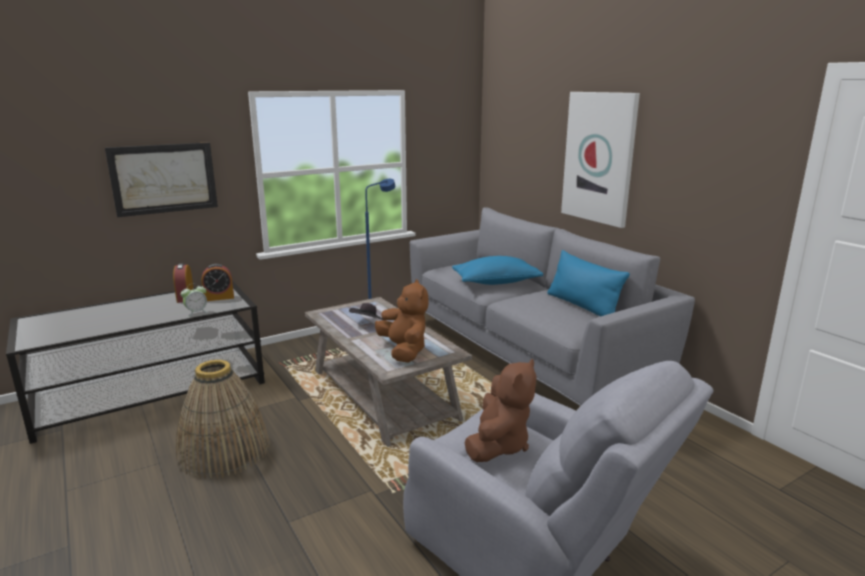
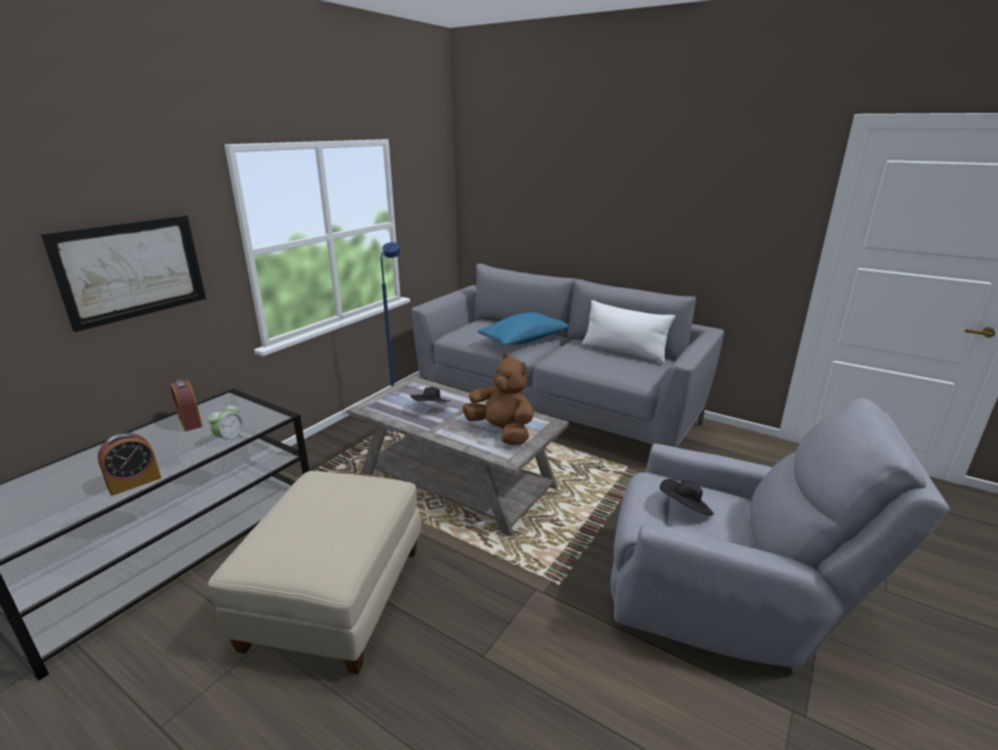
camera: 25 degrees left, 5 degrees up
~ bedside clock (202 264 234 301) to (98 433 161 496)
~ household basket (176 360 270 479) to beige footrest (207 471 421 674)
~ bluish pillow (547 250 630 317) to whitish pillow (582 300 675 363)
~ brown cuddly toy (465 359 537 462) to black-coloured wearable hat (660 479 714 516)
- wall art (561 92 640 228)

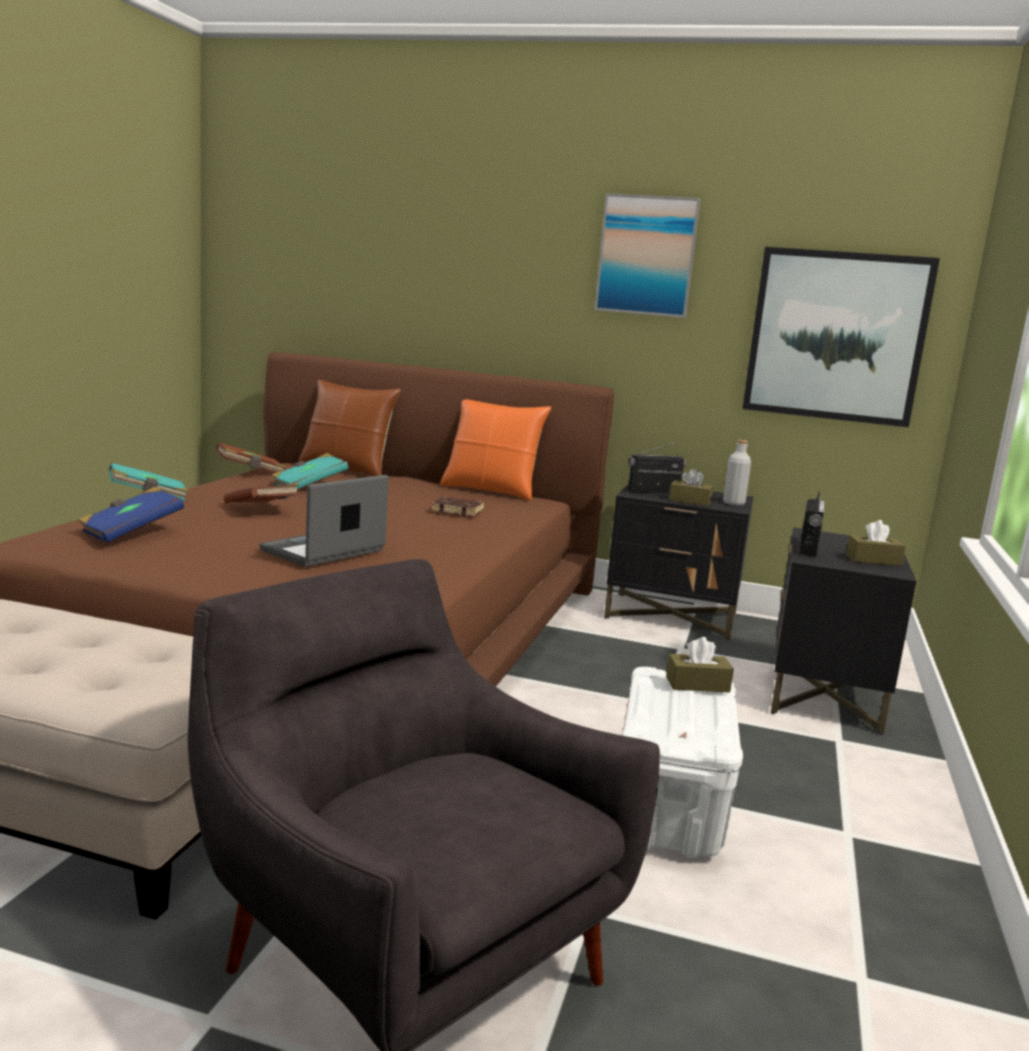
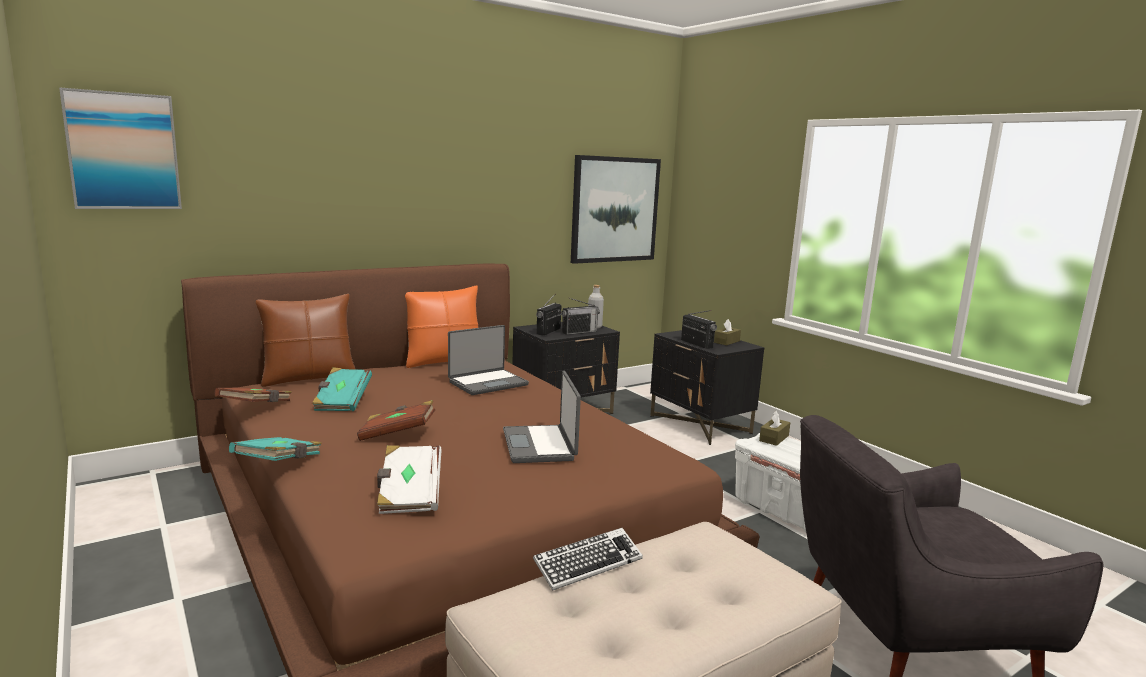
camera: 50 degrees left, 0 degrees up
~ wall art (594 193 701 318) to (59 87 182 209)
~ bluish volume (78 487 184 543) to whitish volume (377 445 442 514)
~ brown volume (431 496 484 516) to laptop (448 325 529 395)
+ computer keyboard (533 528 643 591)
~ brown tissue box (669 469 713 506) to radio receiver (561 298 600 335)

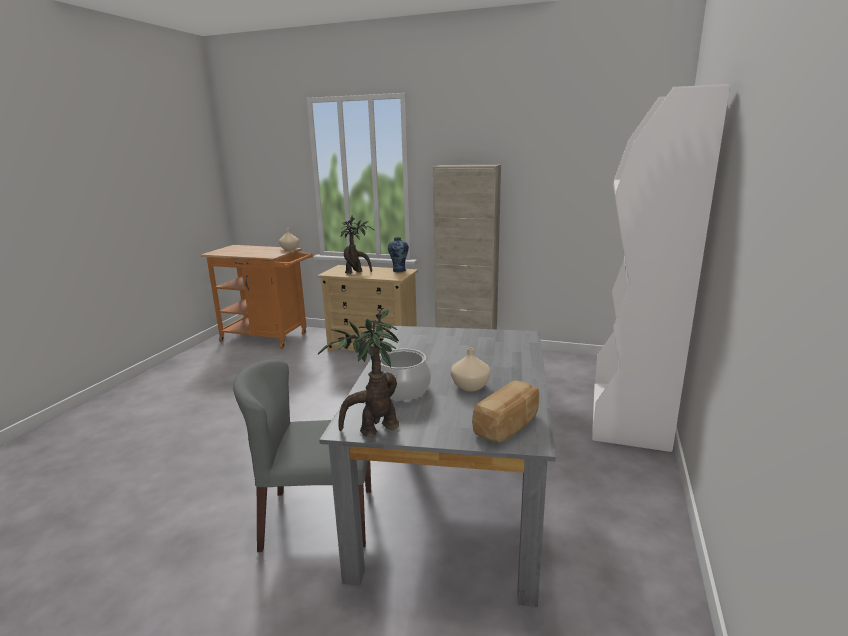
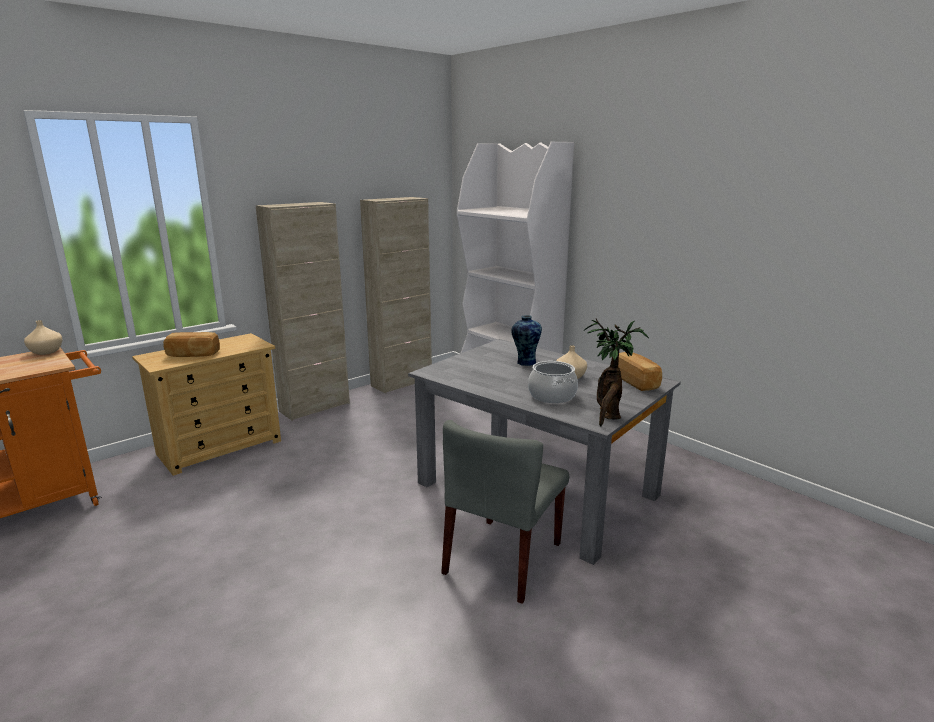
camera: 60 degrees left, 0 degrees up
~ potted plant (341 215 375 274) to bread (163 332 220 357)
+ beige cabinet (360 197 432 393)
~ decorative vase (388 237 409 272) to (511 315 542 366)

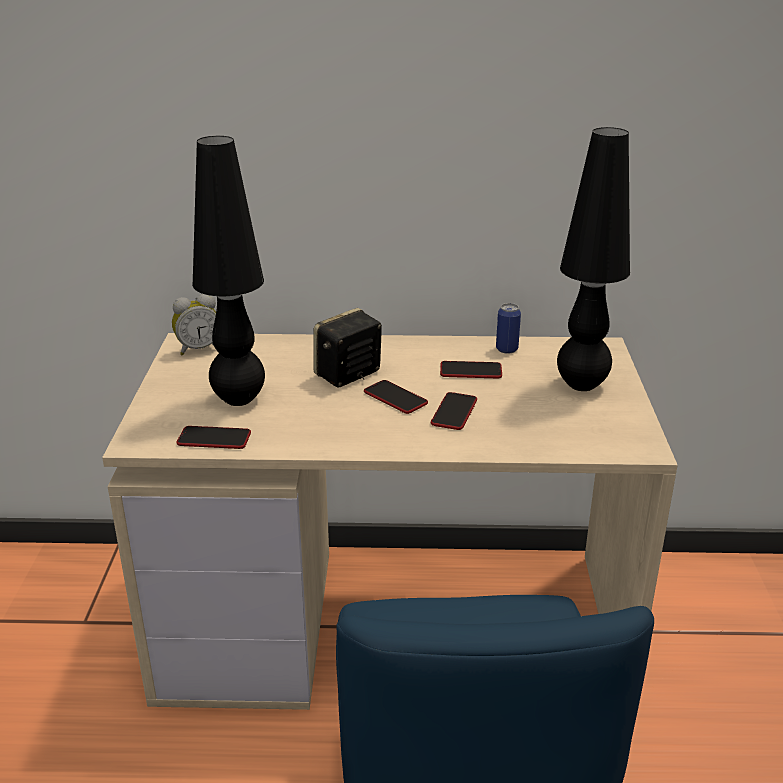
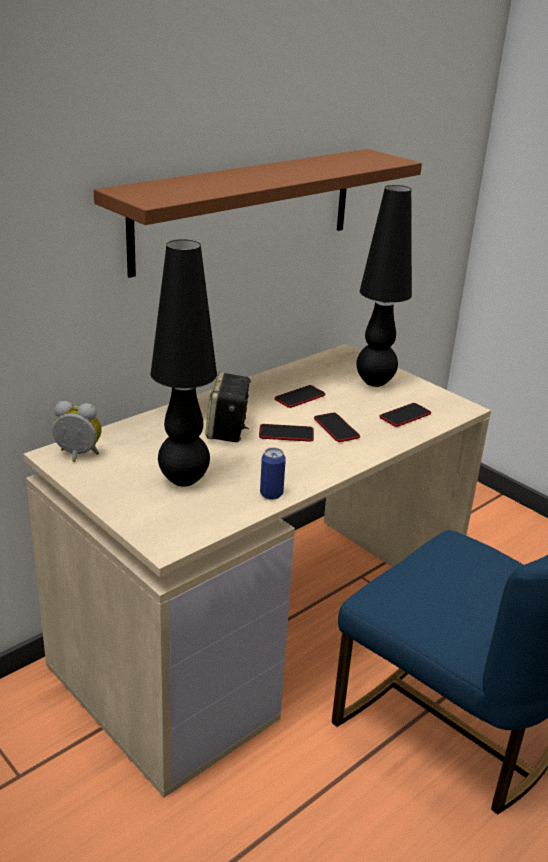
camera: 45 degrees left, 0 degrees up
~ bedside clock (172 294 216 356) = (52 401 102 462) 105 degrees counterclockwise
+ brown wall shelf (94 149 422 278)
~ can (496 303 521 354) to (260 447 286 500)
~ handset (176 426 251 449) to (380 403 431 427)

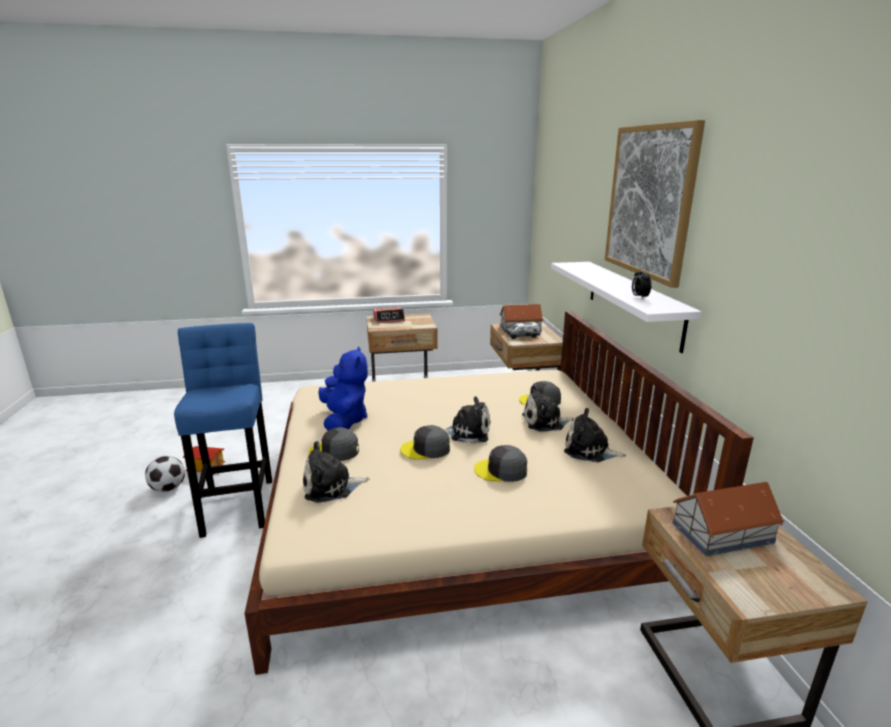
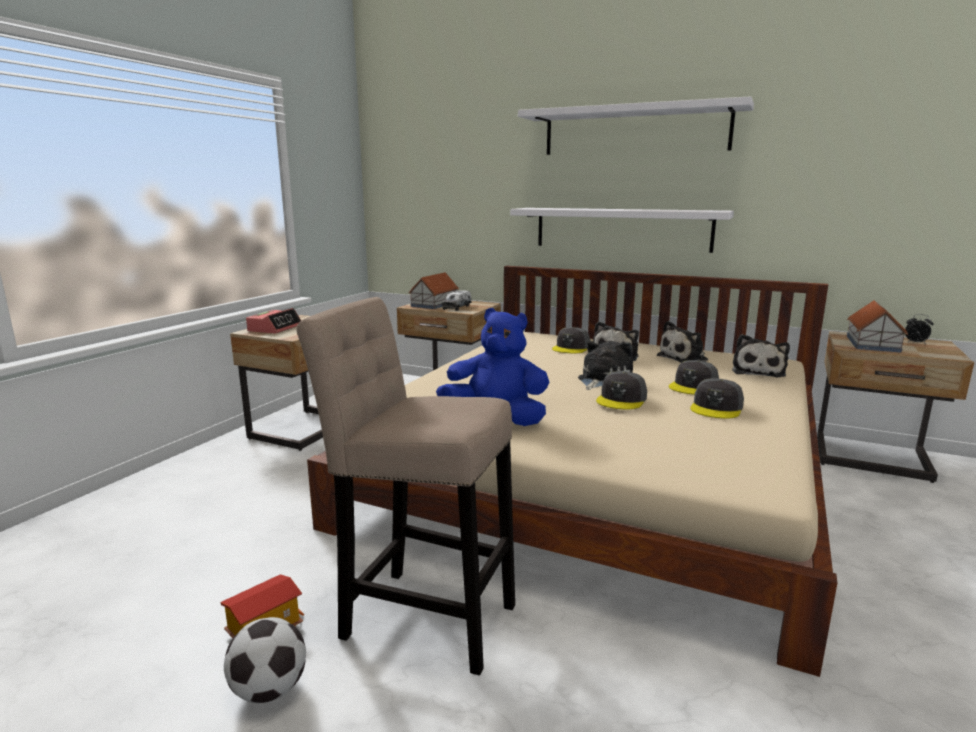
camera: 55 degrees left, 5 degrees down
~ bluish stool (174 323 272 538) to beige stool (297 297 515 675)
~ wall art (605 120 705 288) to whitish wall shelf (518 96 754 155)
~ greyish peaked cap (308 428 359 461) to (690 378 744 419)
~ cuddly toy (303 441 370 503) to (732 334 790 377)
~ bedside clock (632 268 651 297) to (905 314 934 344)

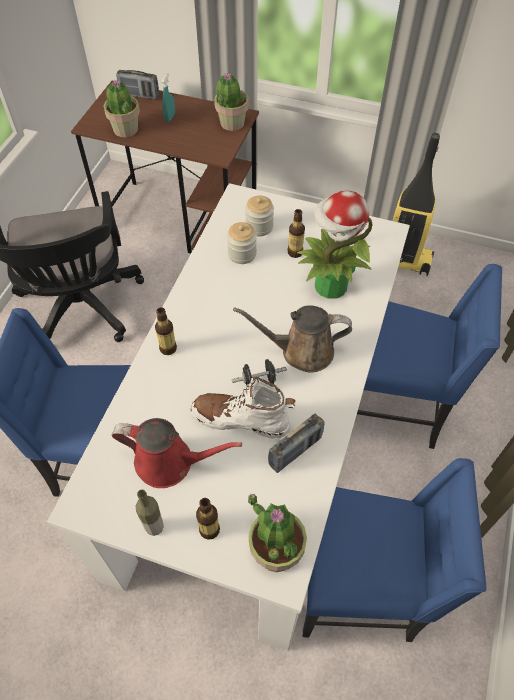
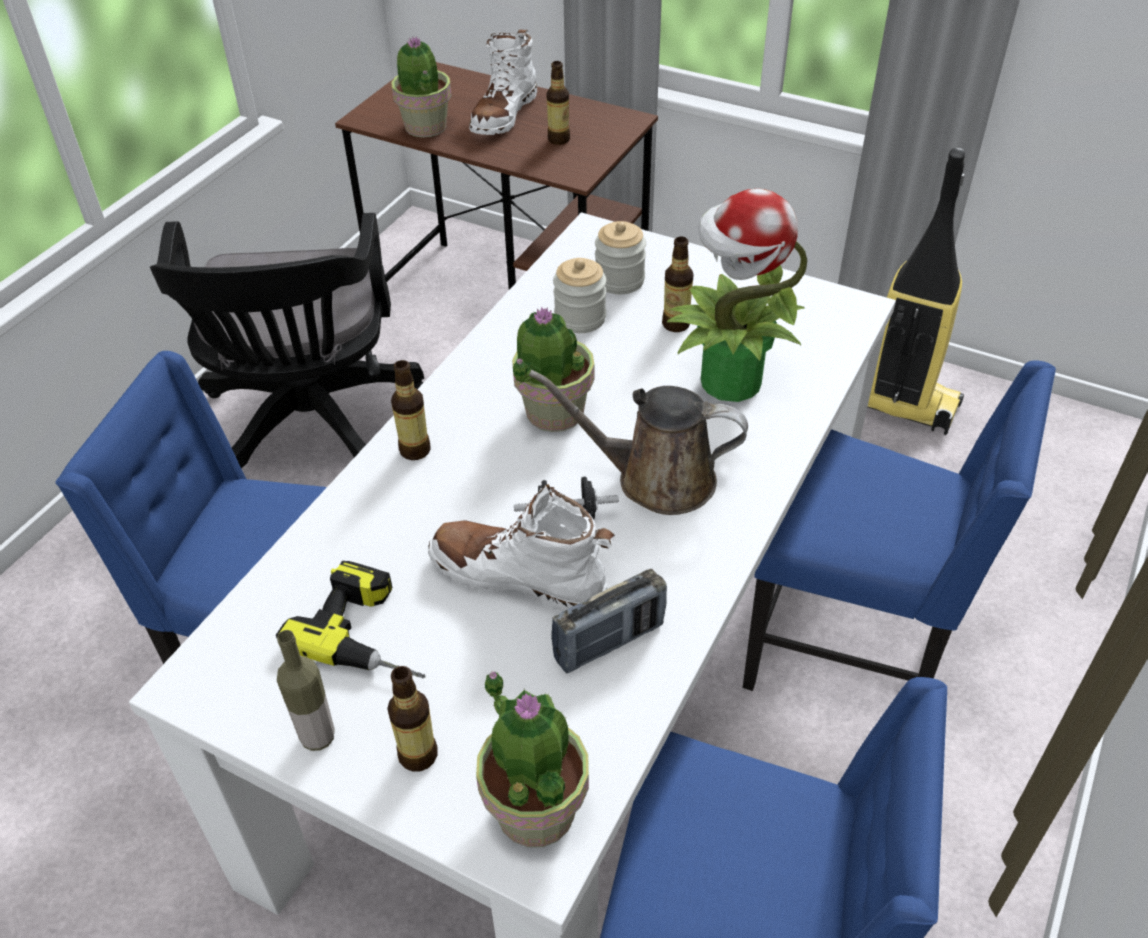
camera: 10 degrees right, 10 degrees down
~ reddish watering pot (112 418 242 488) to electric drill (276 561 426 679)
~ blue-green hand sprayer (162 73 175 122) to whitish tall boot (469 29 538 135)
~ potted plant (214 73 249 131) to (512 307 594 432)
+ drink bottle (546 61 570 145)
- radio receiver (116 70 159 99)

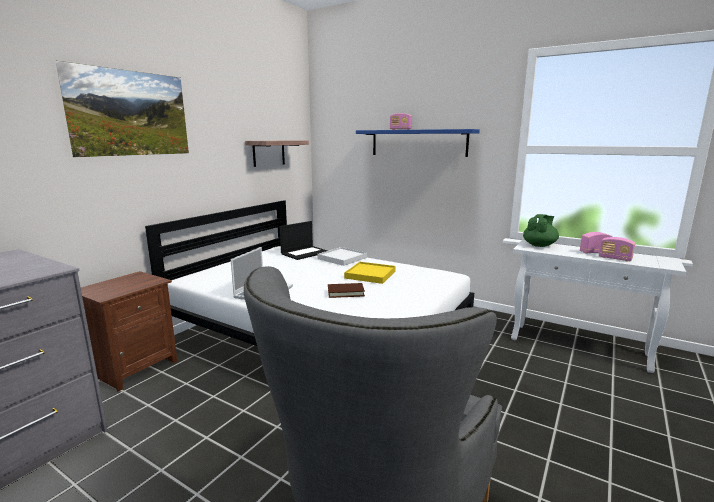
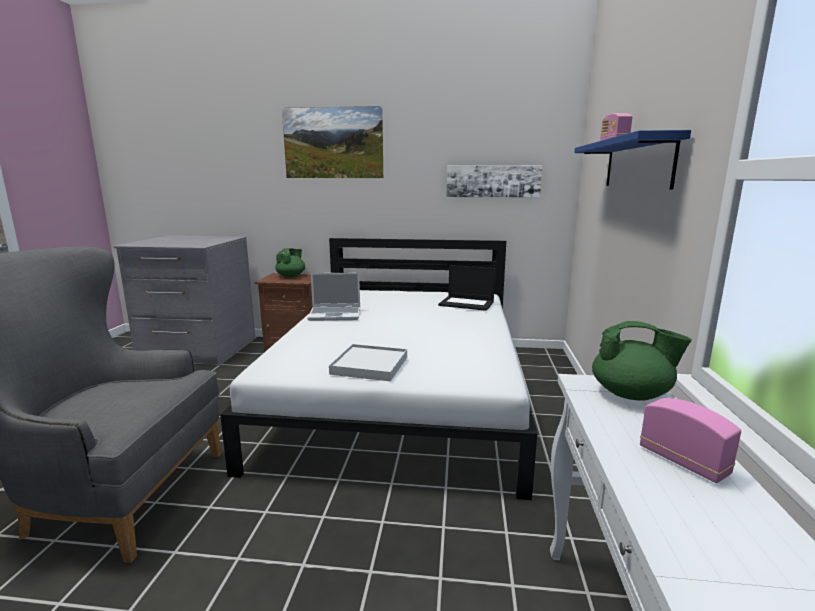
camera: 65 degrees right, 0 degrees up
+ greenish pot for tea (275 248 305 277)
~ whitish serving tray (317 247 367 266) to (329 344 407 381)
~ wall shelf (245 141 309 167) to wall art (446 165 542 198)
- brown volume (328 283 365 298)
- yellow-coloured serving tray (344 262 396 284)
- radio receiver (599 237 635 261)

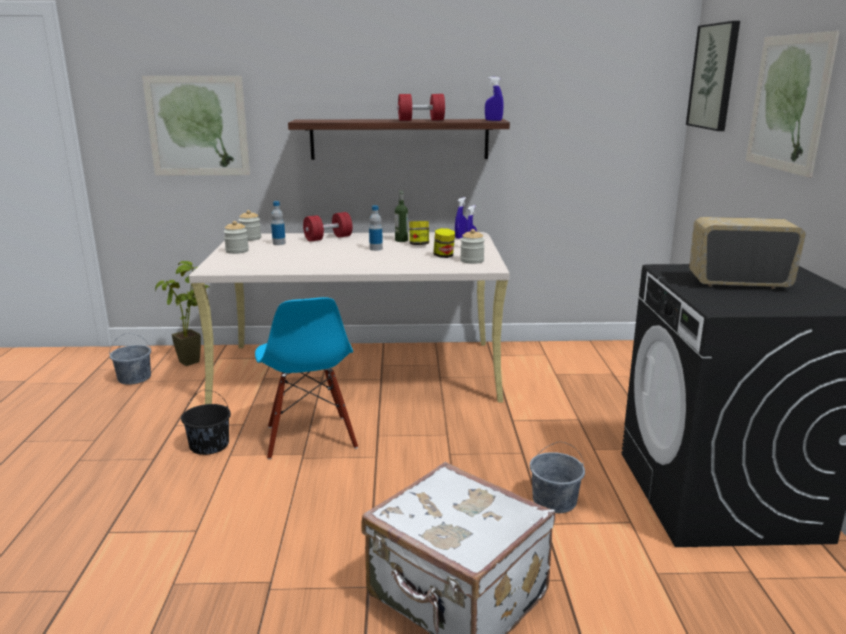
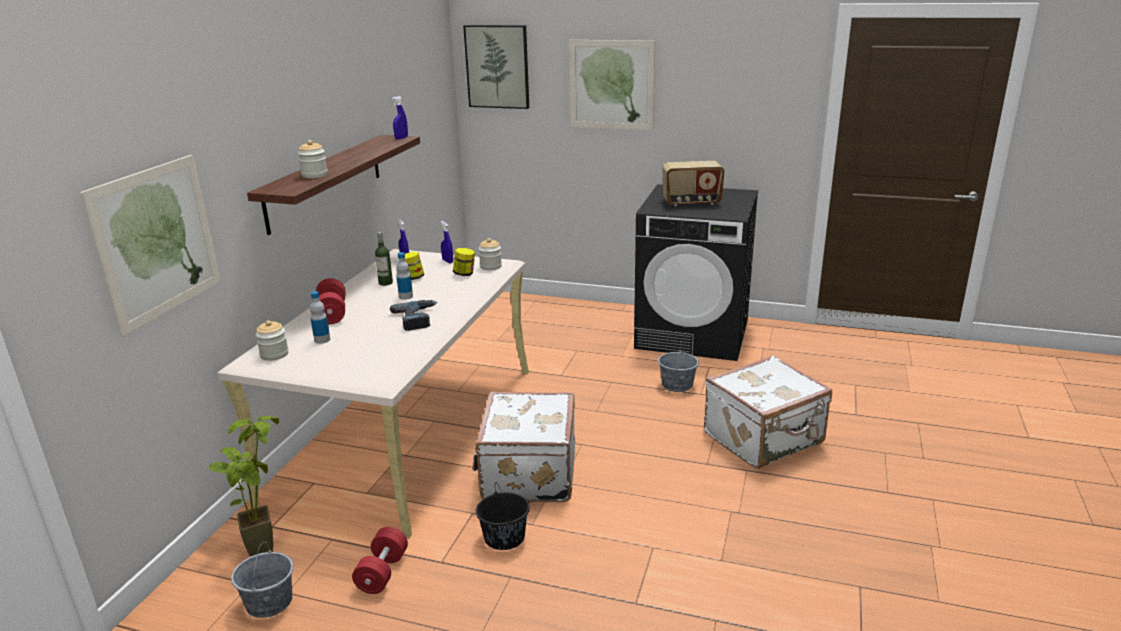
camera: 70 degrees left, 5 degrees up
~ storage jar (224 221 249 254) to (298 140 328 178)
~ reddish dumbbell (397 94 445 121) to (352 527 408 594)
+ electric drill (390 300 438 331)
~ bluish chair (255 297 358 459) to whitish travel case (473 392 575 502)
~ radio receiver (689 217 806 289) = (662 161 725 206) 120 degrees counterclockwise

